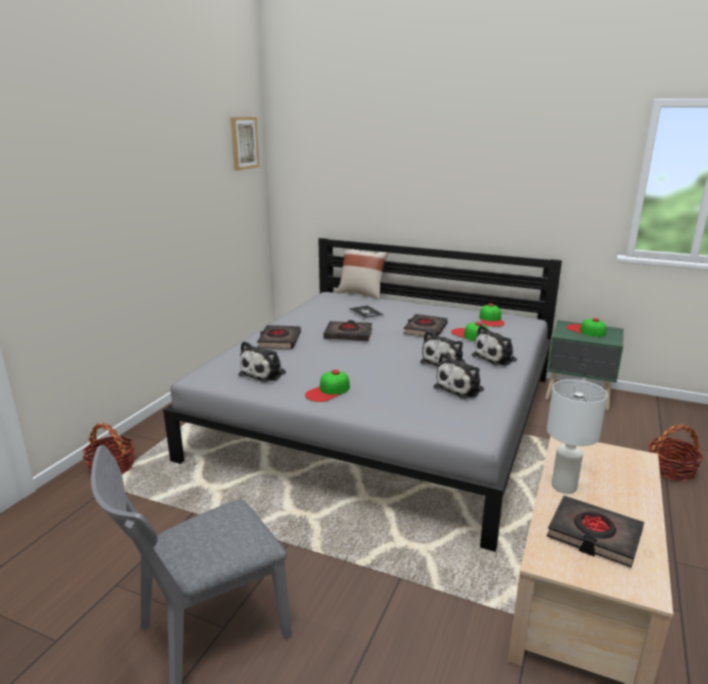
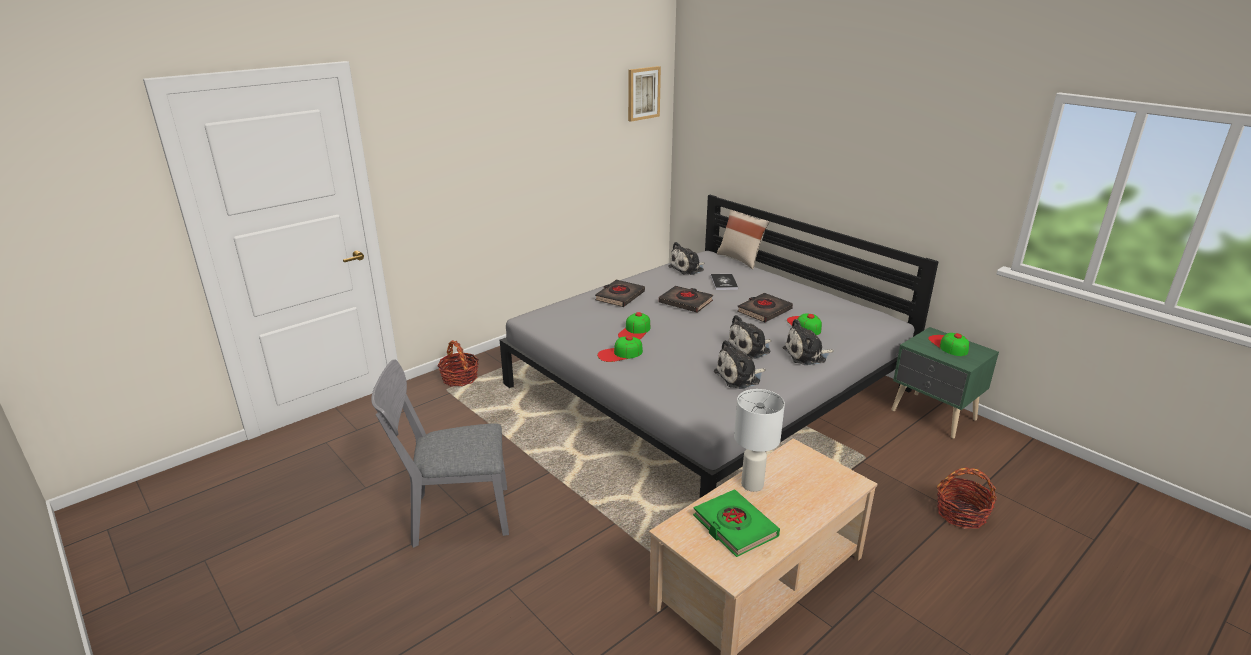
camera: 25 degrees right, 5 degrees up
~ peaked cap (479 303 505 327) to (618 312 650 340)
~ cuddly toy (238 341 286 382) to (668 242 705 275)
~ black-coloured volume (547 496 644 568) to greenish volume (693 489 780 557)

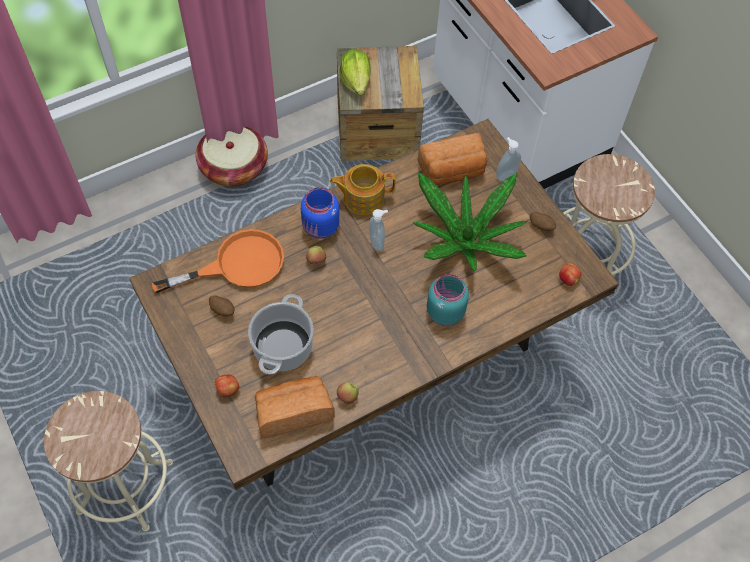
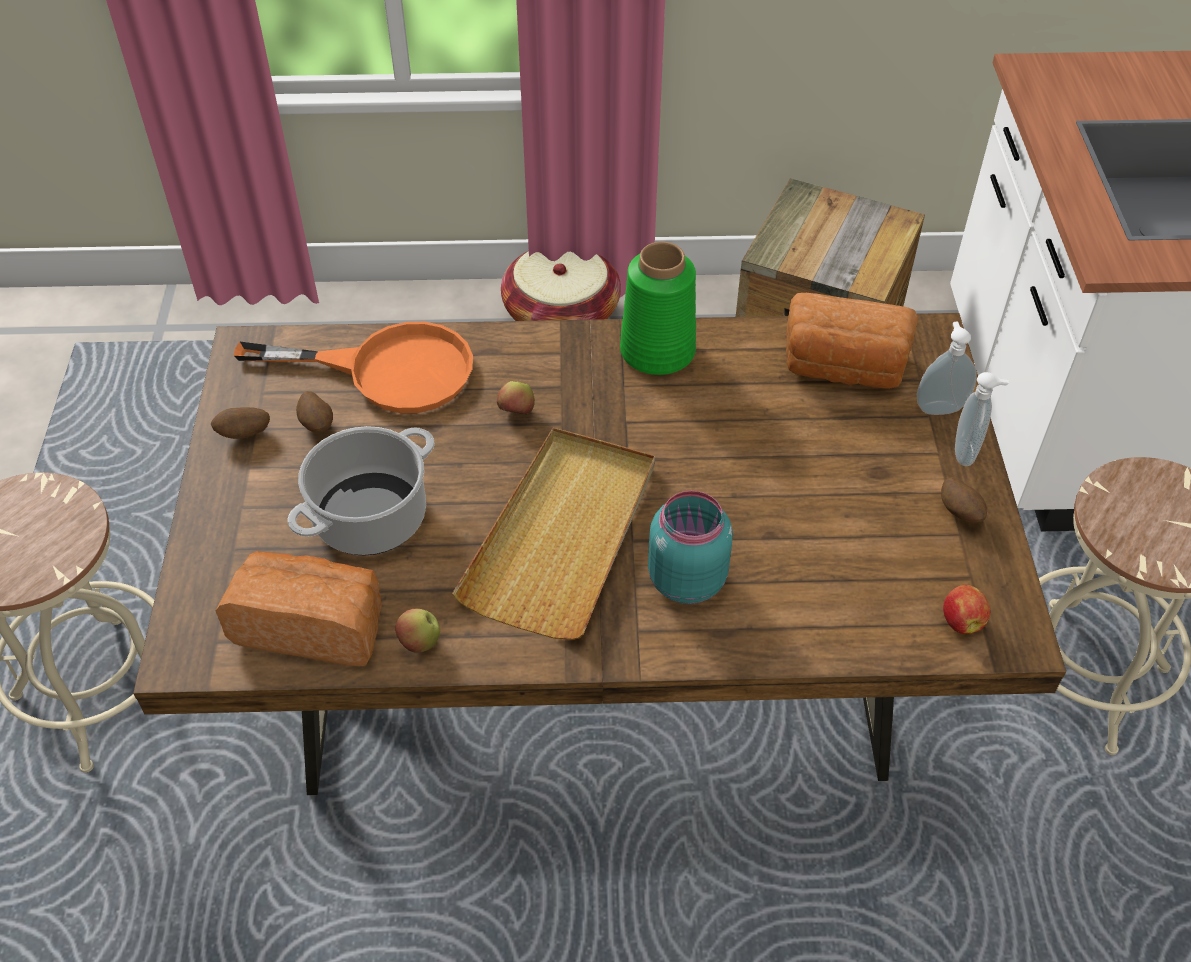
camera: 30 degrees right, 10 degrees down
+ whole potato (211 407 270 439)
+ beige serving tray (452 428 655 640)
~ pot for tea (330 164 396 215) to greenish decorative vase (620 242 696 375)
~ soap dispenser (369 209 388 251) to (955 372 1009 466)
- whole apple (215 375 239 397)
- bluish storage jar (301 187 339 239)
- head of lettuce (340 49 371 95)
- potted plant (413 173 527 271)

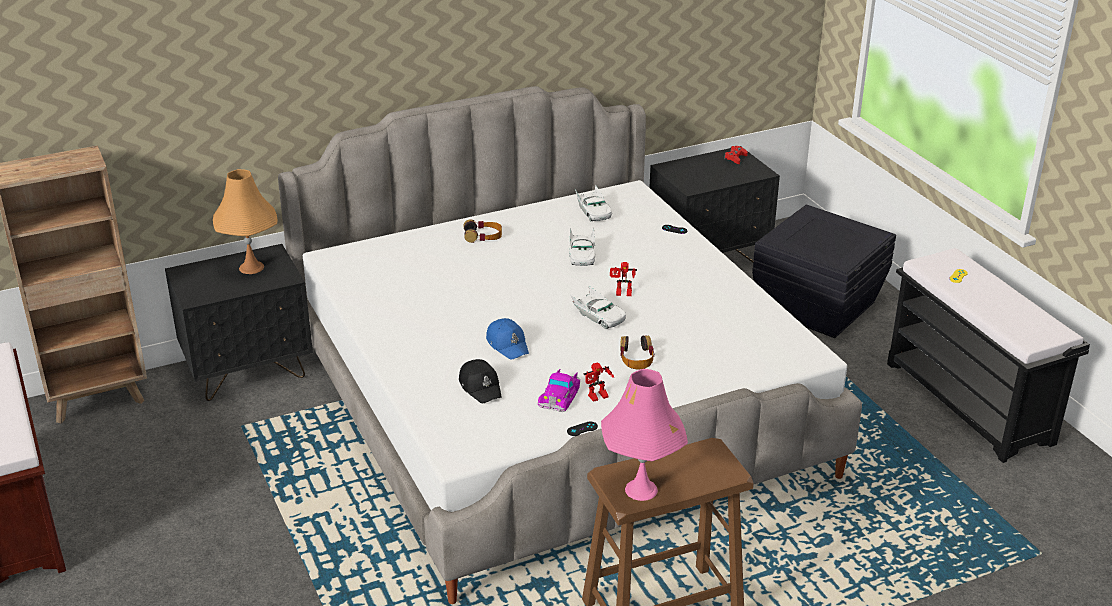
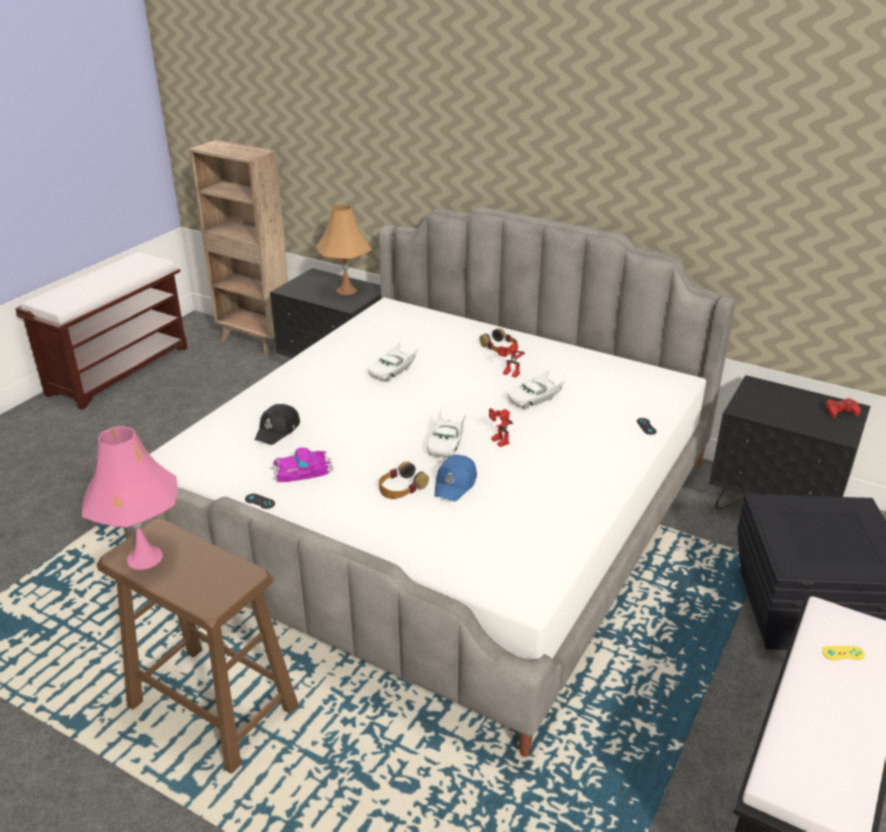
camera: 55 degrees right, 0 degrees up
~ whitish miniature car (575 185 612 221) to (368 343 417 382)
~ bluish peaked cap (486 318 529 360) to (435 455 477 501)
~ toy robot (584 362 614 402) to (498 343 525 377)

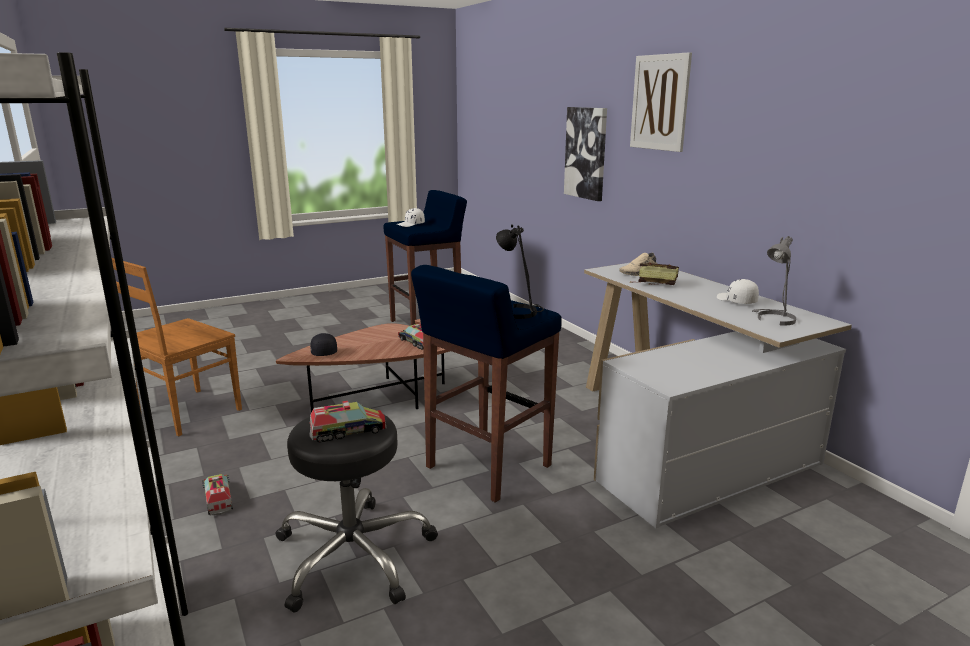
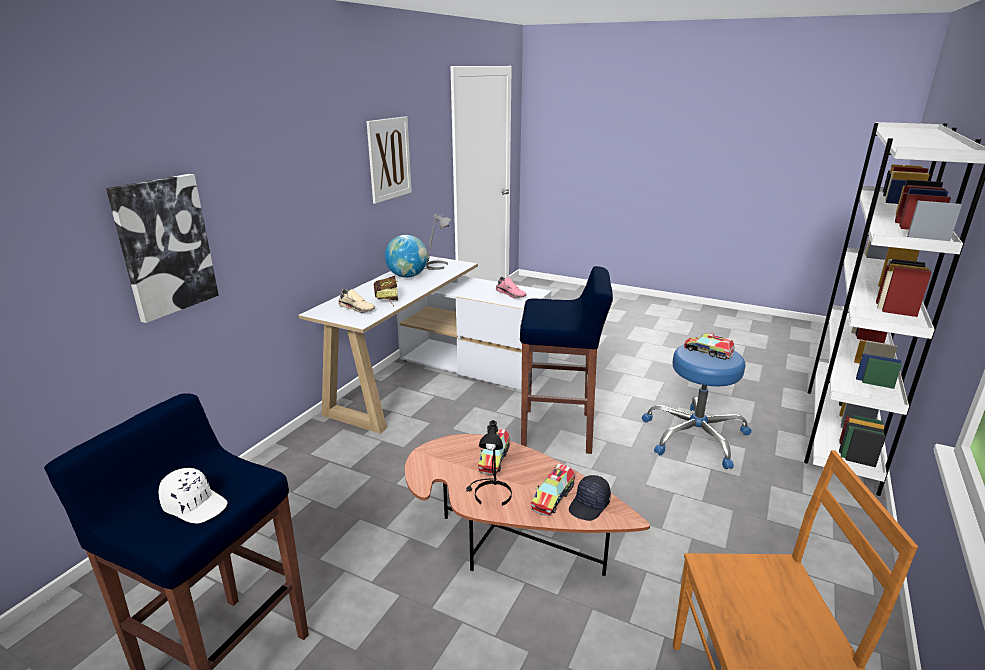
camera: 125 degrees left, 5 degrees up
~ wall art (630 52 692 152) to (367 116 412 204)
~ whitish peaked cap (717 279 759 304) to world globe (385 235 428 278)
~ black-coloured tabletop lamp (496 224 544 319) to (466 420 512 506)
+ pinkish item of footwear (496 277 526 298)
~ toy truck (202 474 233 515) to (531 463 575 516)
~ black-coloured stool (276 415 438 612) to bluish stool (642 344 752 469)

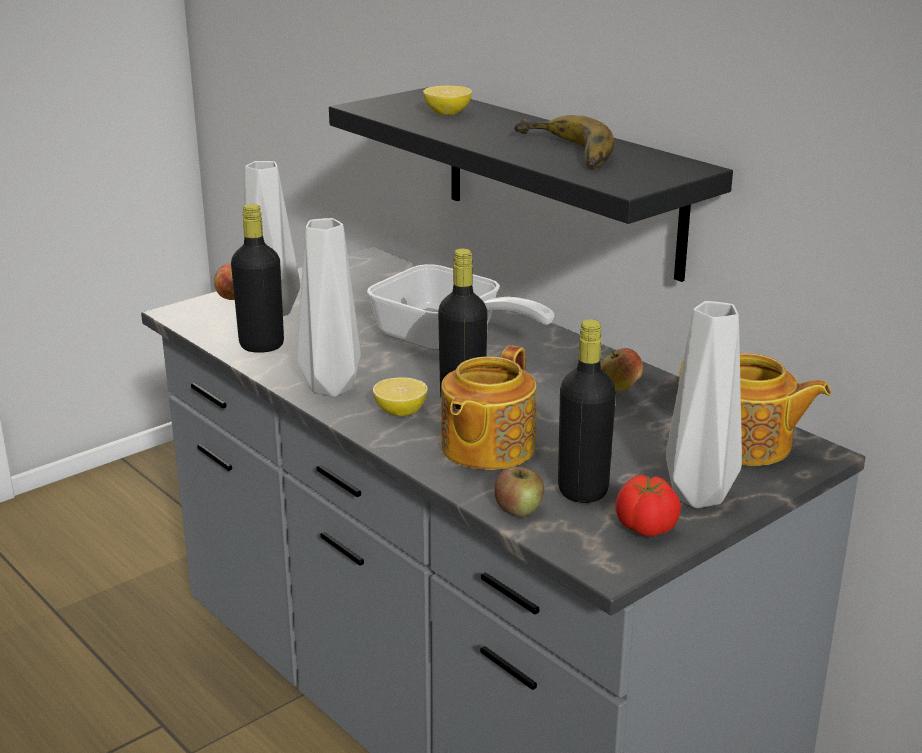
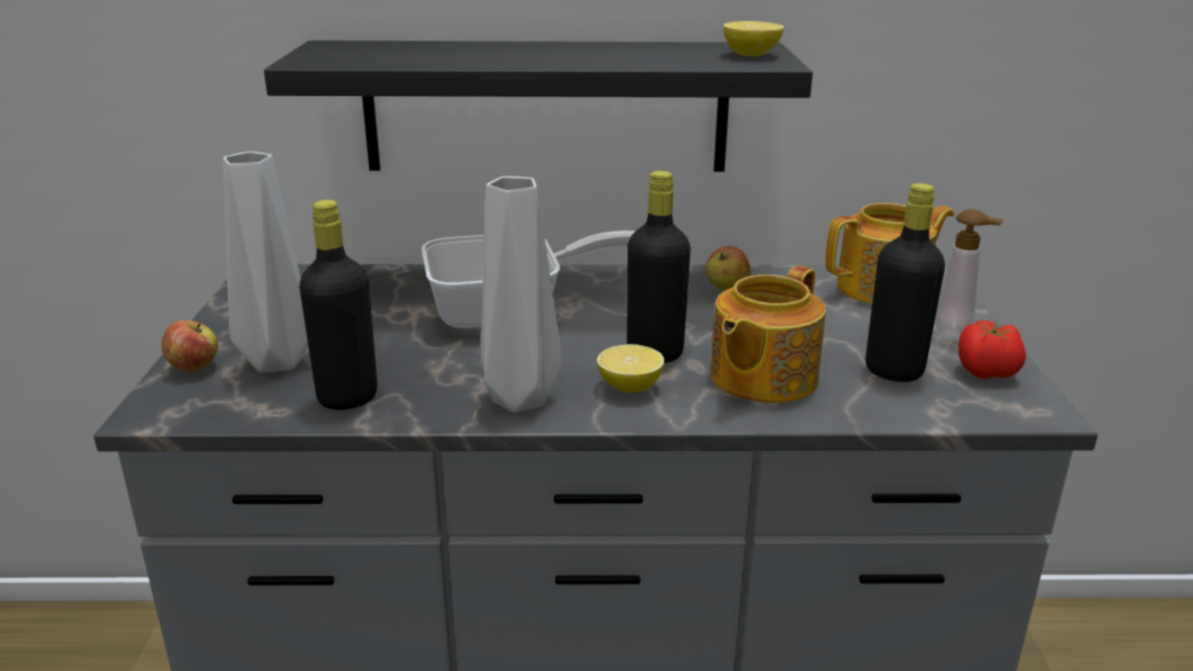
camera: 50 degrees left, 0 degrees up
~ pot for tea (441 345 536 470) = (711 265 826 403) 60 degrees clockwise
~ lemon (423 86 472 116) to (723 21 784 57)
~ greyish decorative vase (666 301 742 508) to soap dispenser (935 209 1004 341)
- whole apple (494 466 544 517)
- whole banana (514 115 614 169)

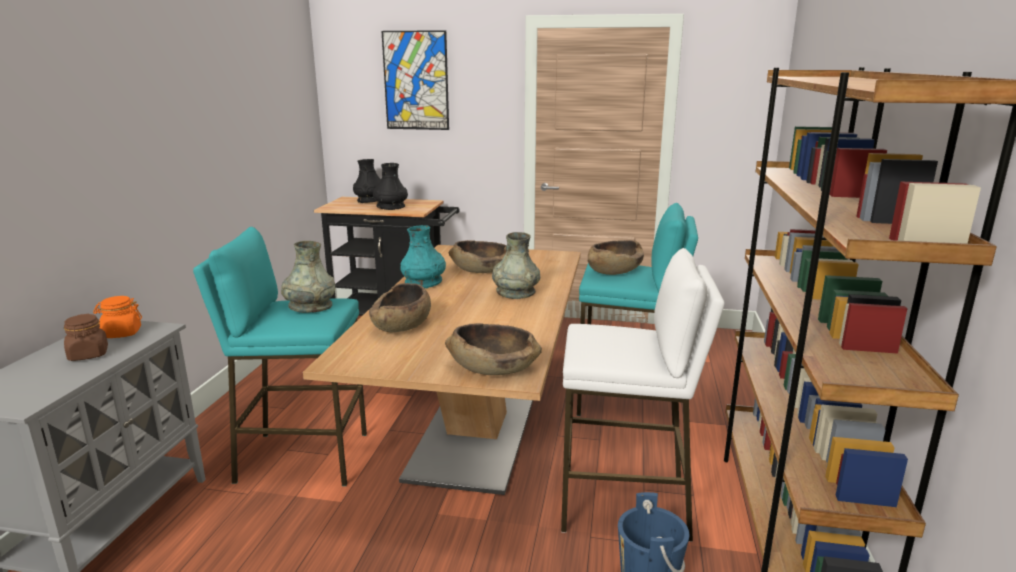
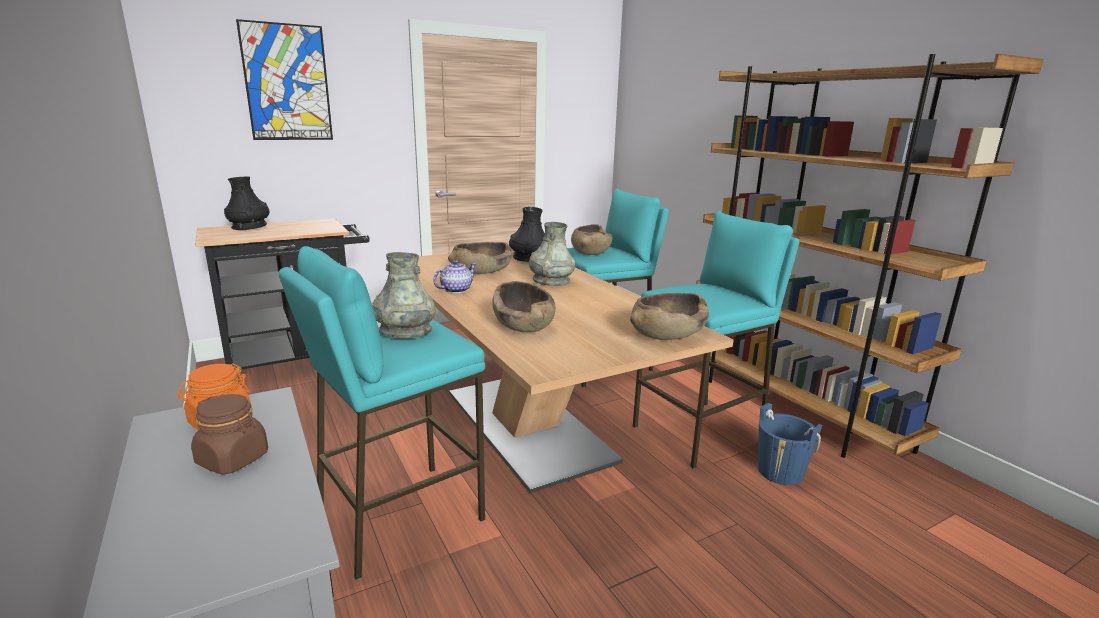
camera: 40 degrees left, 0 degrees up
~ blue-green decorative vase (400 225 446 288) to pot for tea (433 260 476 293)
~ black-coloured decorative vase (373 163 408 210) to (509 207 545 262)
~ whitish stool (561 248 725 542) to blue-green stool (633 211 800 469)

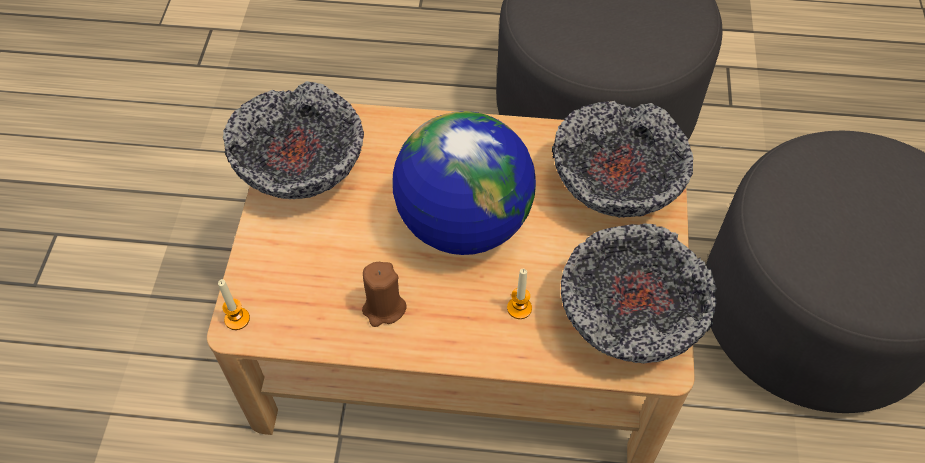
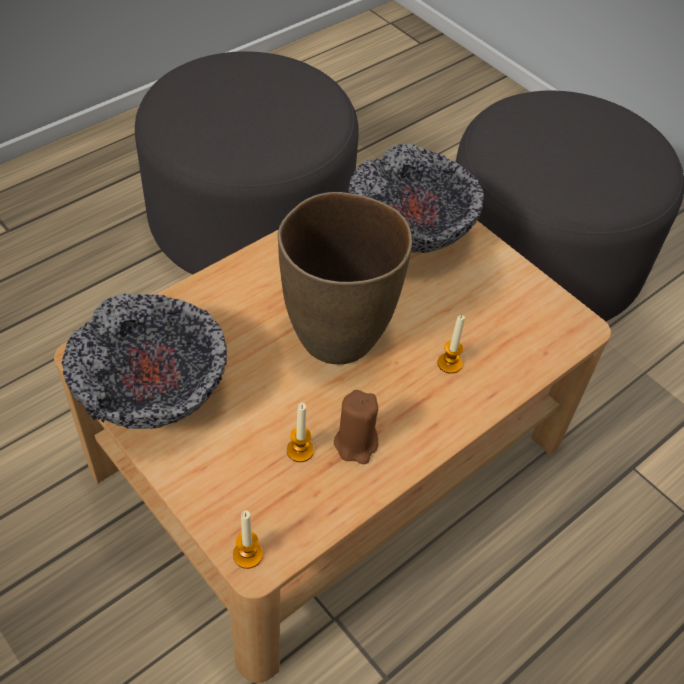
camera: 50 degrees left, 5 degrees down
~ world globe (392 111 536 255) to brown decorative vase (278 192 412 364)
+ wax light (287 403 314 462)
- serving bowl (561 223 717 363)

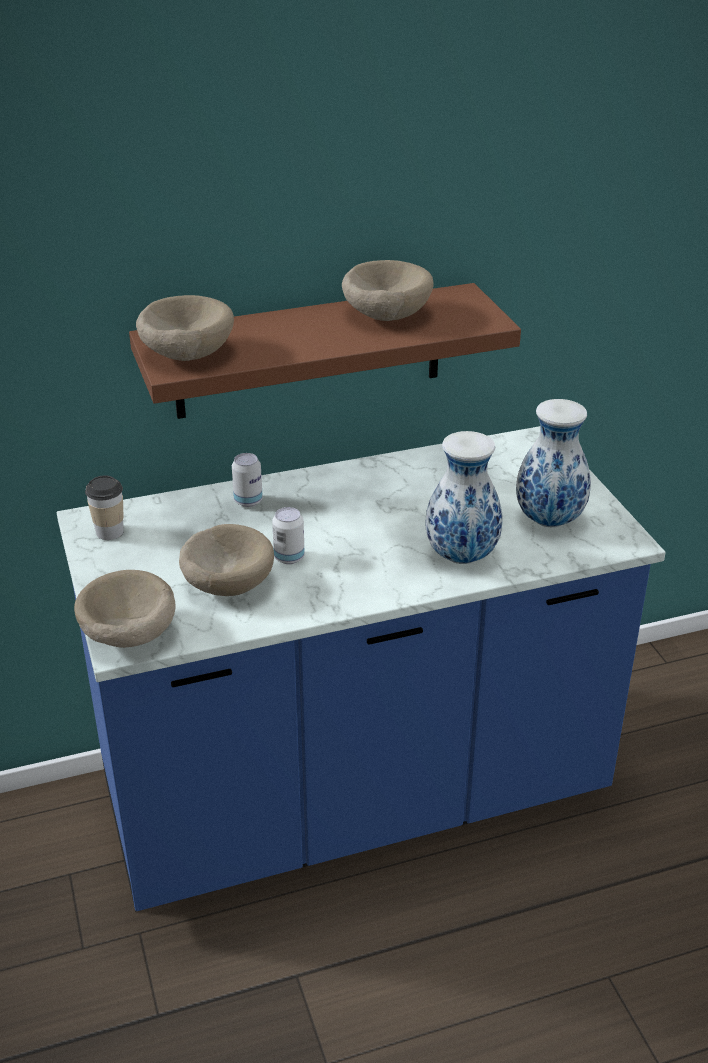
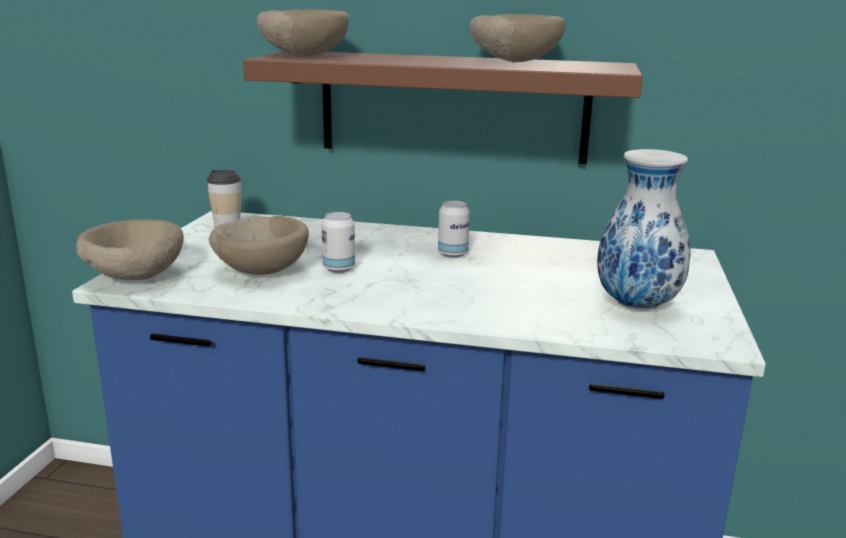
camera: 30 degrees right, 15 degrees down
~ can (232 453 263 507) to (438 201 470 258)
- decorative vase (426 431 502 564)

